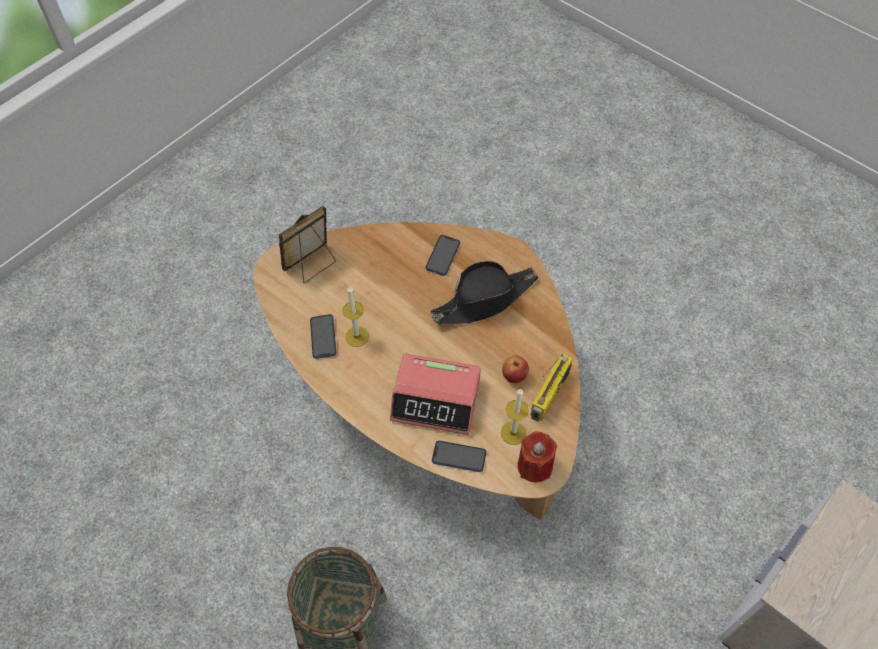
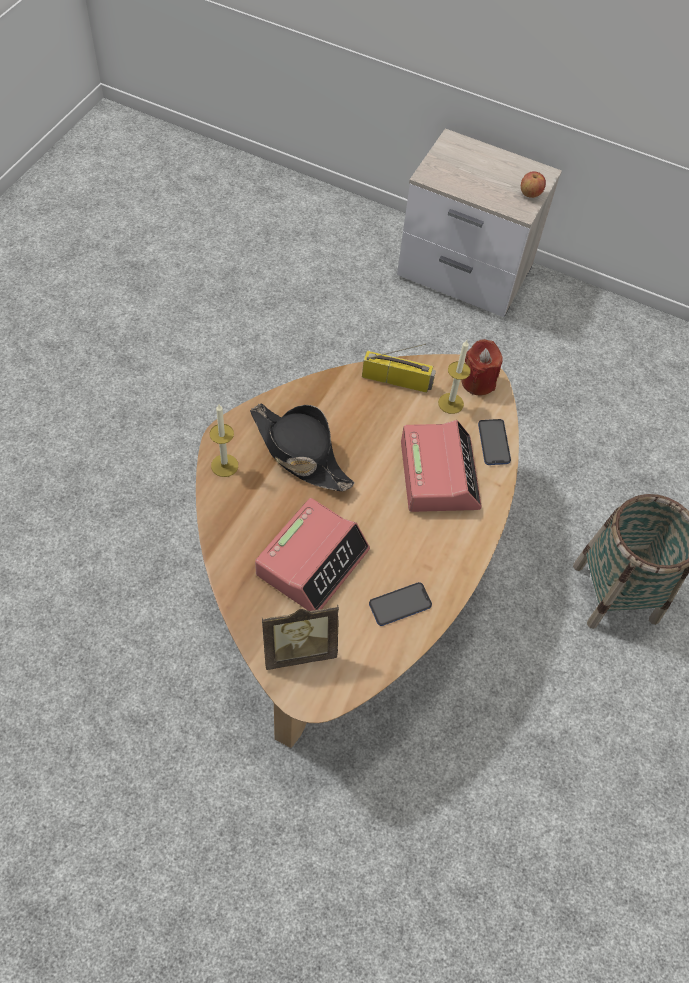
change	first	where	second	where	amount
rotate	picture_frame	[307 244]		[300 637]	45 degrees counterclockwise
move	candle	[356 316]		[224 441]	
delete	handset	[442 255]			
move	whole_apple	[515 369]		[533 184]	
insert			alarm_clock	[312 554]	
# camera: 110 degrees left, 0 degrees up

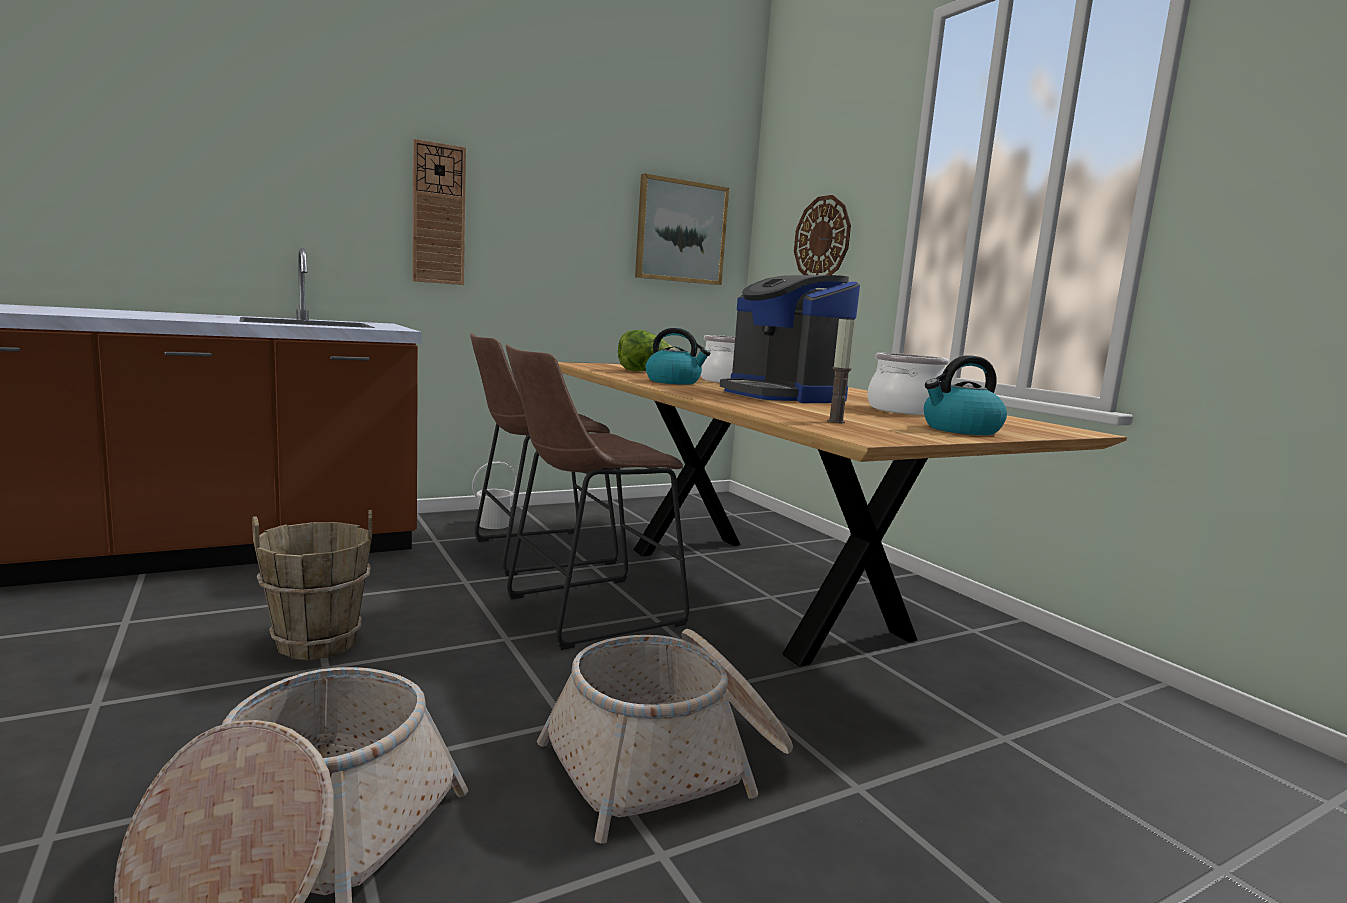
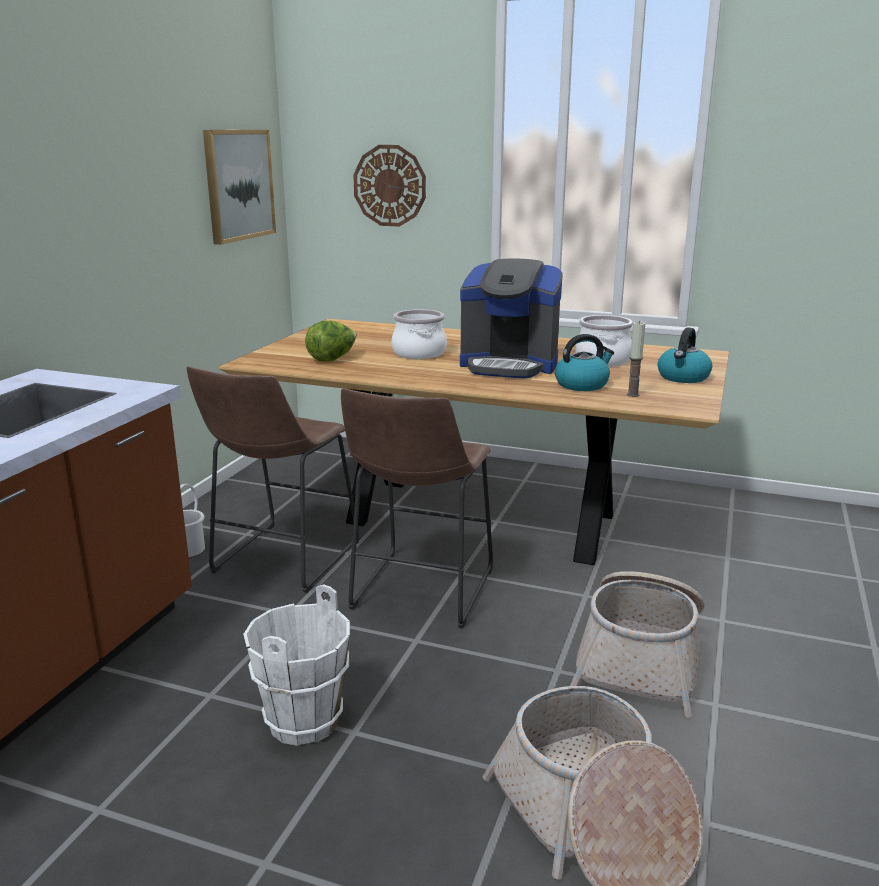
change	first	where	second	where	amount
recolor	brownish_bucket	[312 585]	whitish_bucket	[296 665]	
delete	wall_clock	[439 212]			
move	kettle	[678 356]		[584 362]	
# camera: 40 degrees left, 10 degrees up

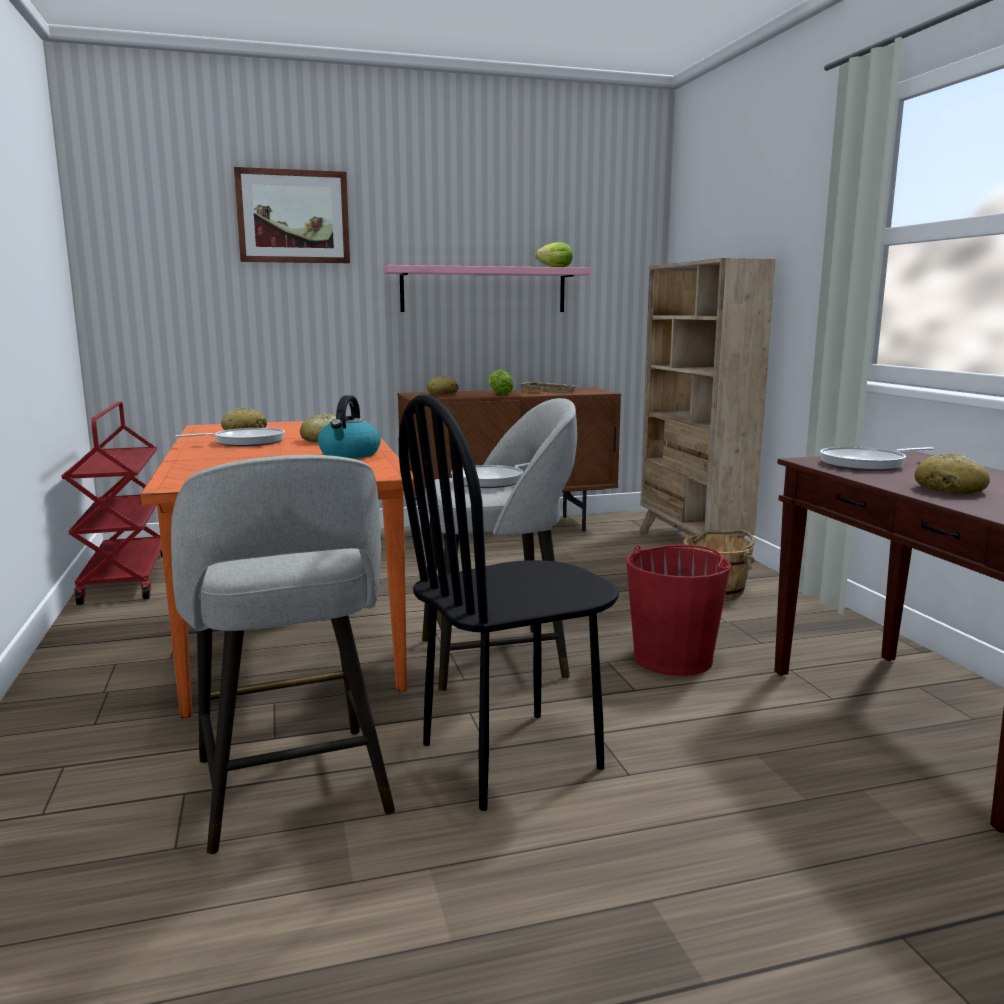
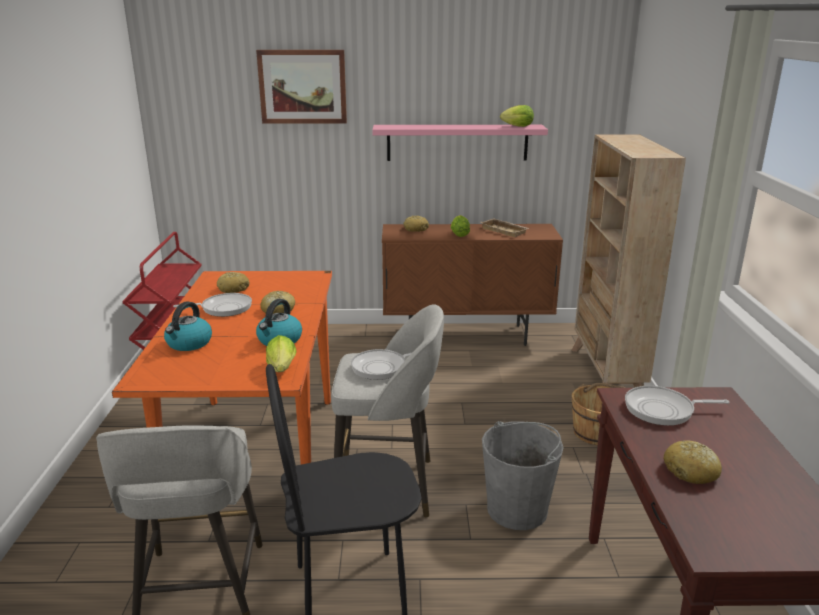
change	first	where	second	where	amount
recolor	reddish_bucket	[678 610]	greyish_bucket	[523 475]	
insert			kettle	[188 326]	
insert			head_of_lettuce	[281 353]	
# camera: 15 degrees right, 10 degrees up

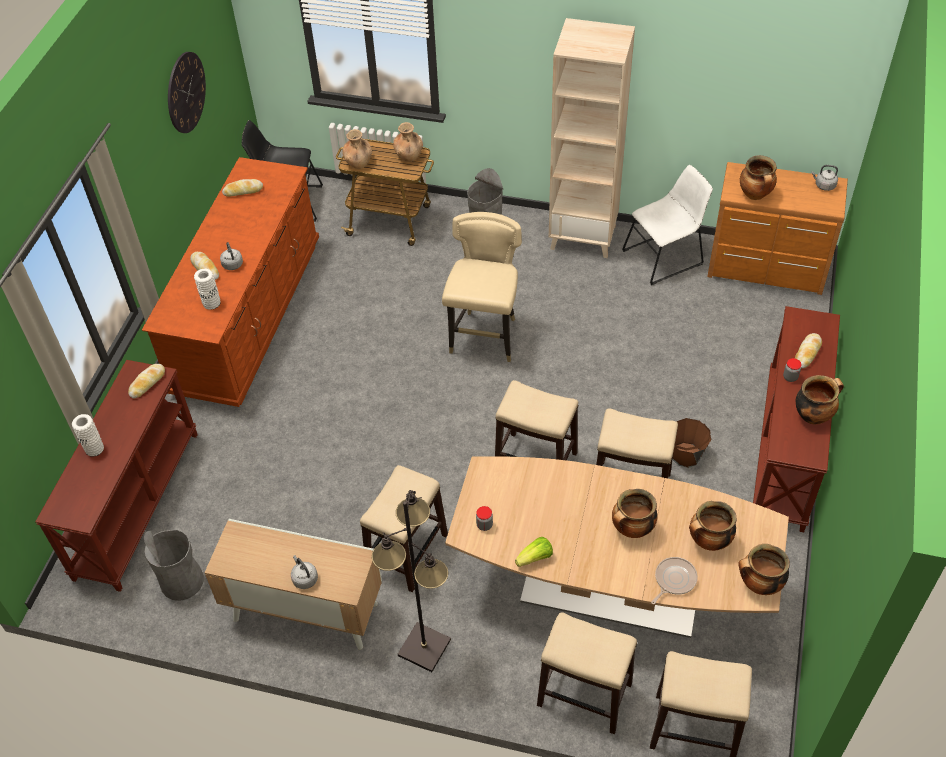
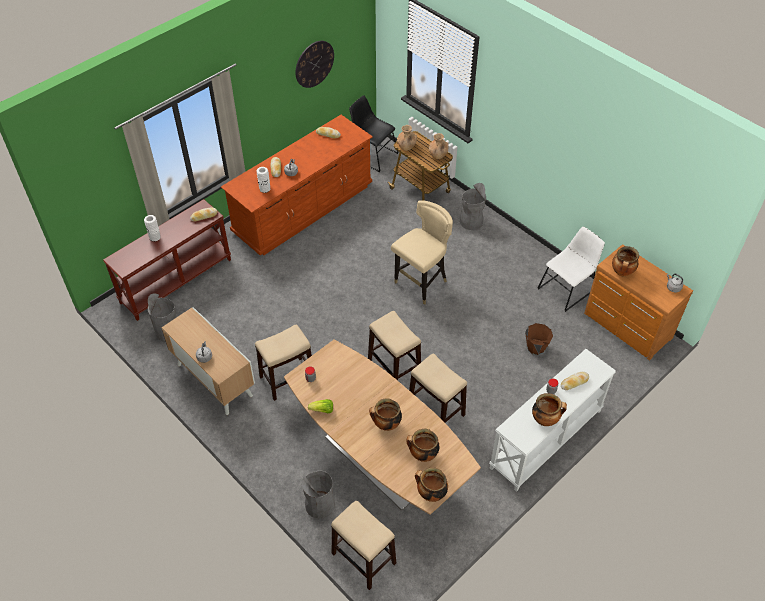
change	first	where	second	where	amount
delete	black-coloured_standard_lamp	[411 581]			
replace	stool	[587 673]	greyish_trash_can	[318 494]	
delete	beige_bookcase	[592 138]			
rotate	whitish_plain_chair	[667 225]		[571 269]	45 degrees counterclockwise
delete	frying_pan	[674 580]			
move	brownish_bucket	[692 443]		[539 339]	
recolor	brownish_hall_table	[796 419]	whitish_hall_table	[552 420]	
# camera: 30 degrees right, 0 degrees up

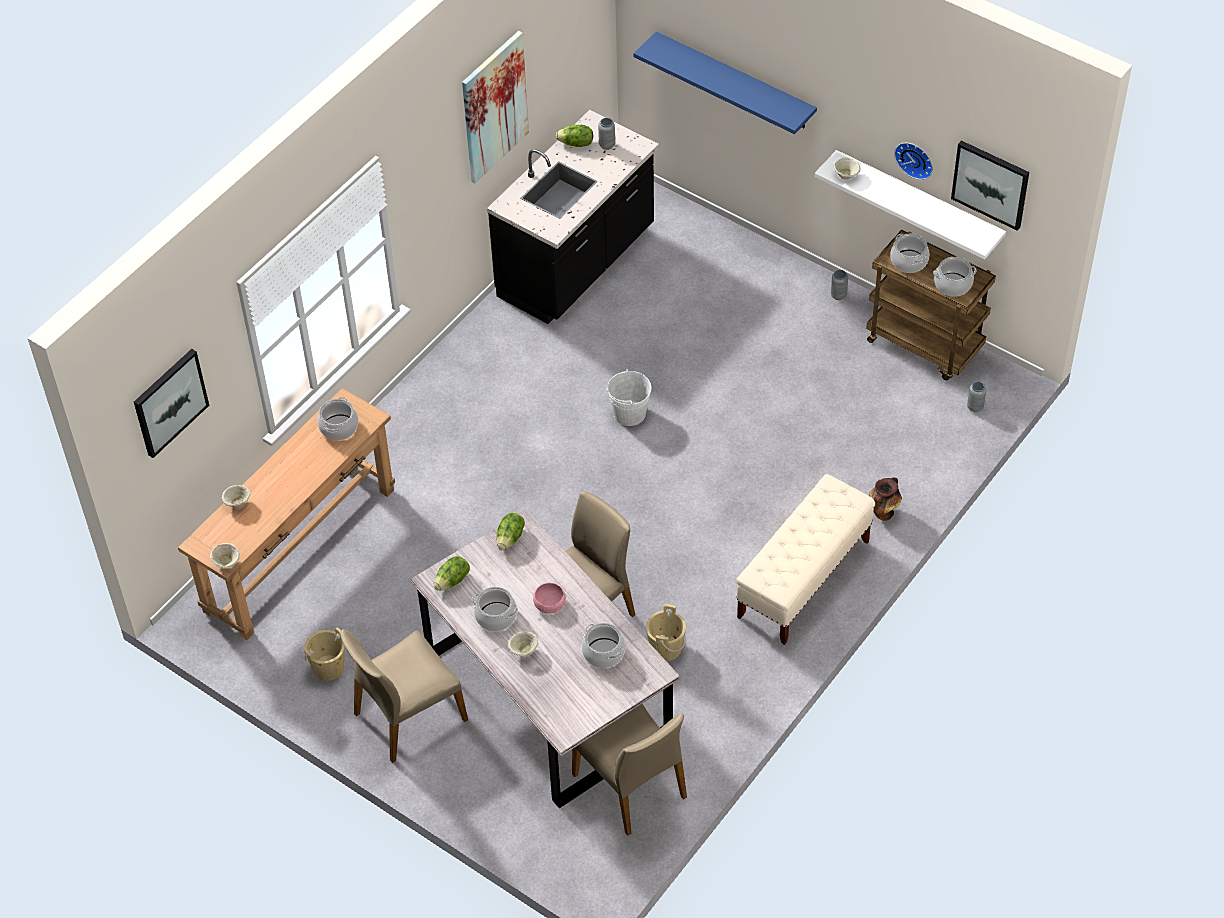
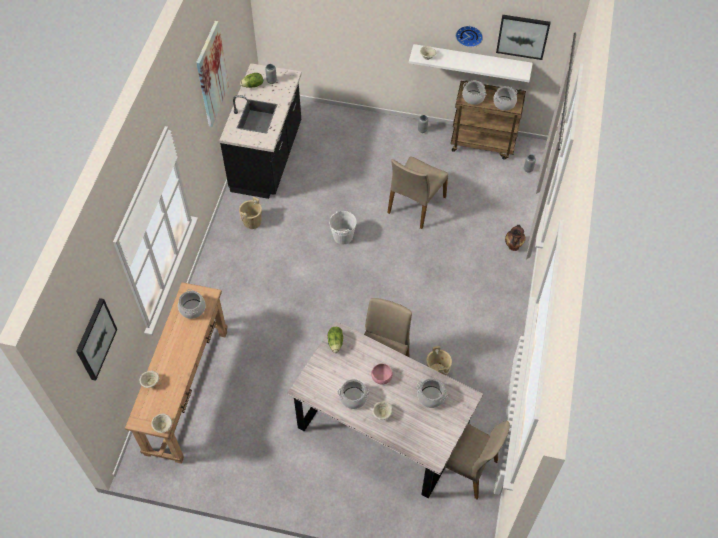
change	first	where	second	where	amount
move	beige_bucket	[324 654]		[250 213]	
move	beige_plain_chair	[404 696]		[417 192]	
delete	head_of_lettuce	[452 573]			
delete	bluish_shelf	[725 83]			
delete	beige_long_seat	[805 559]			
# camera: 25 degrees left, 5 degrees up

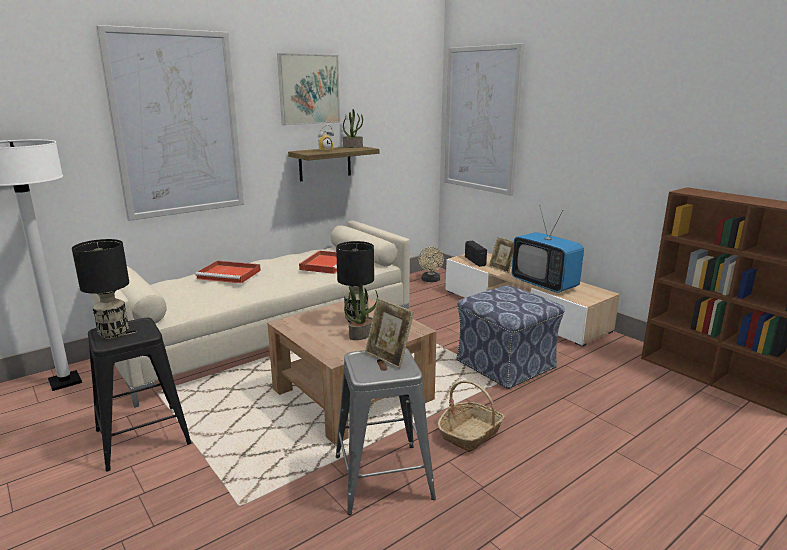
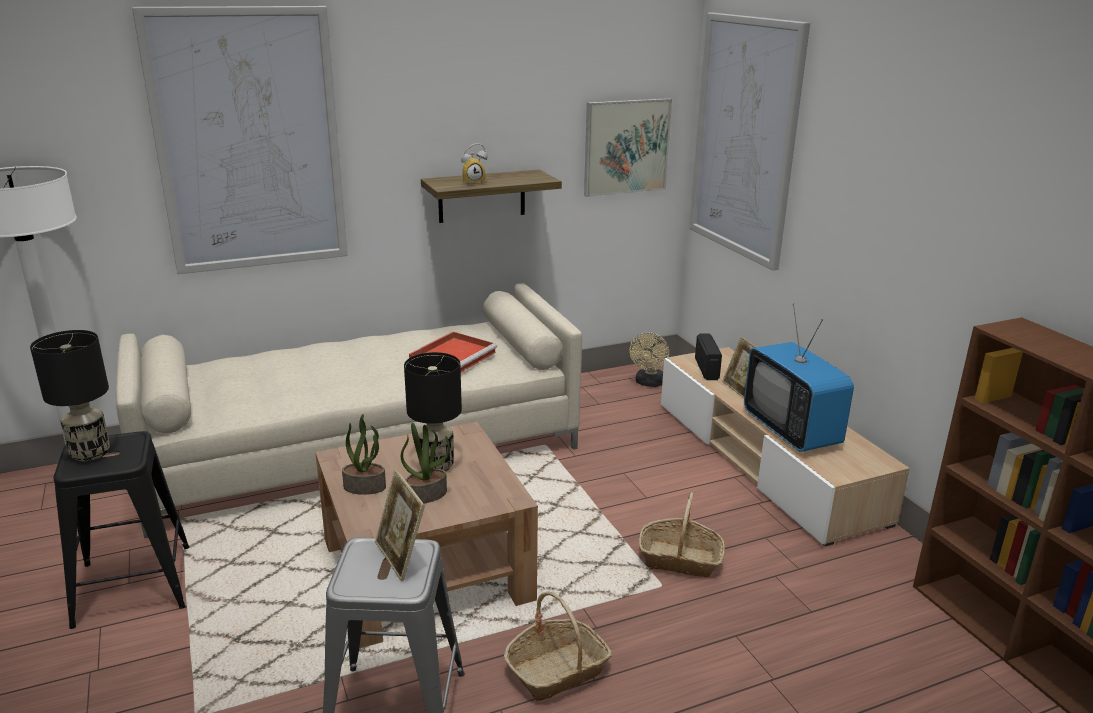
change	first	where	second	where	amount
delete	reddish_carrying_tray	[228 272]			
move	picture	[308 89]		[628 147]	
move	houseplant	[353 128]		[364 454]	
replace	ottoman	[510 337]	household_basket	[682 534]	
# camera: 15 degrees right, 5 degrees up

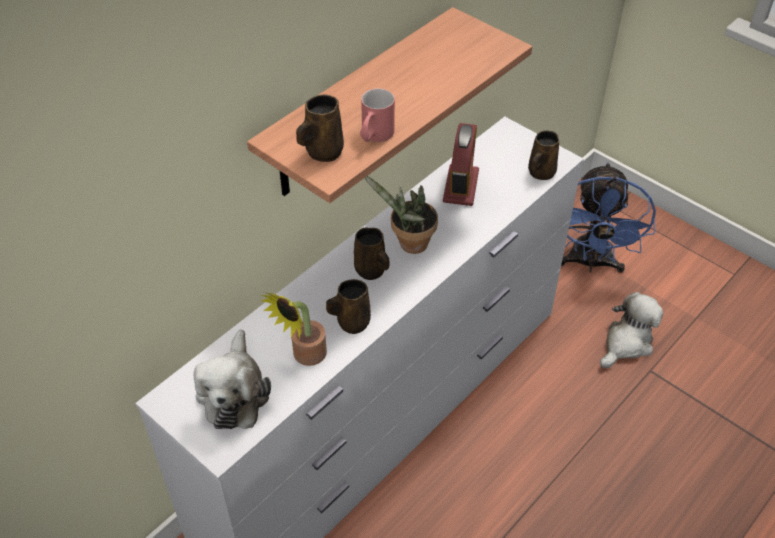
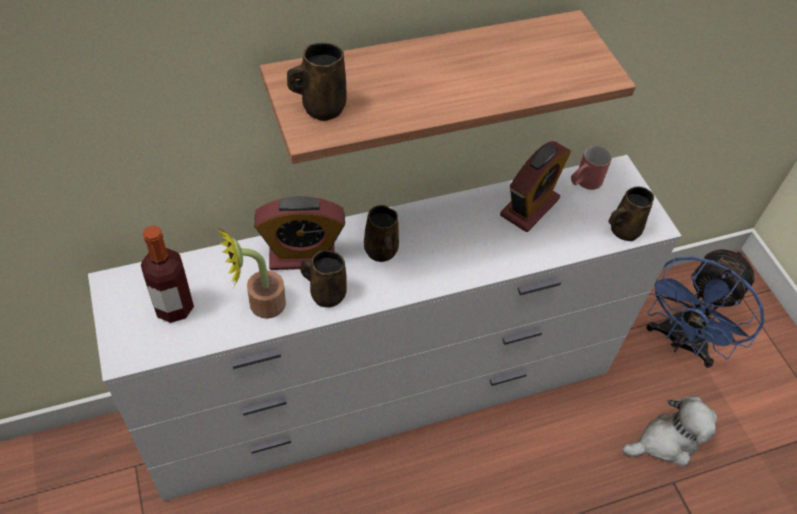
change	first	where	second	where	amount
replace	plush_toy	[232 379]	beverage_bottle	[167 274]	
move	reddish_tea_mug	[377 115]		[591 168]	
delete	houseplant	[401 215]			
insert			alarm_clock	[299 233]	
# camera: 25 degrees right, 5 degrees up

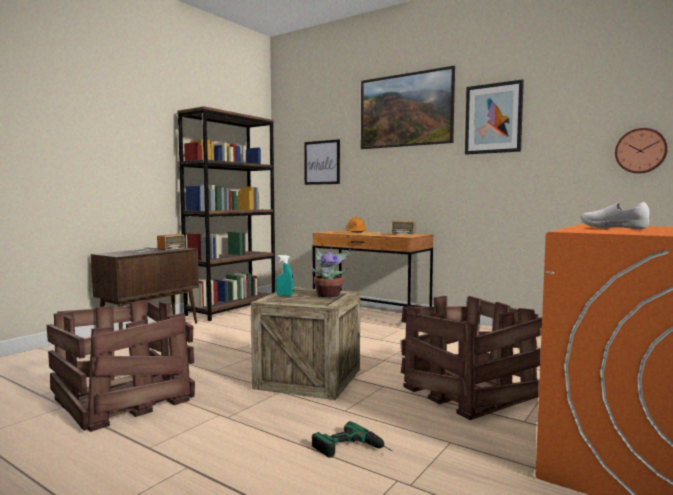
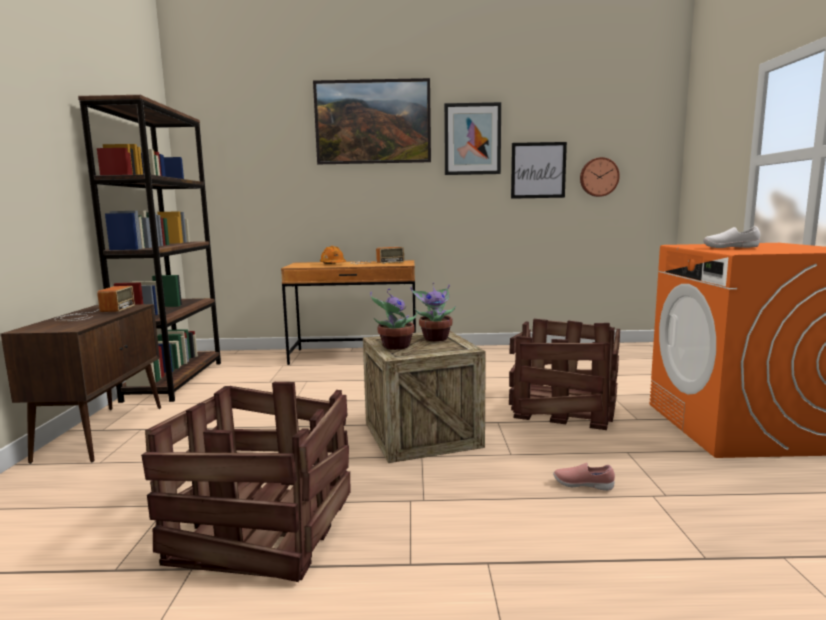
change	first	where	second	where	amount
replace	blue-green_sprayer	[285 275]	houseplant	[394 319]	
move	picture	[322 162]		[539 170]	
replace	drill	[352 439]	pink_item_of_footwear	[584 477]	
# camera: 35 degrees left, 5 degrees up

